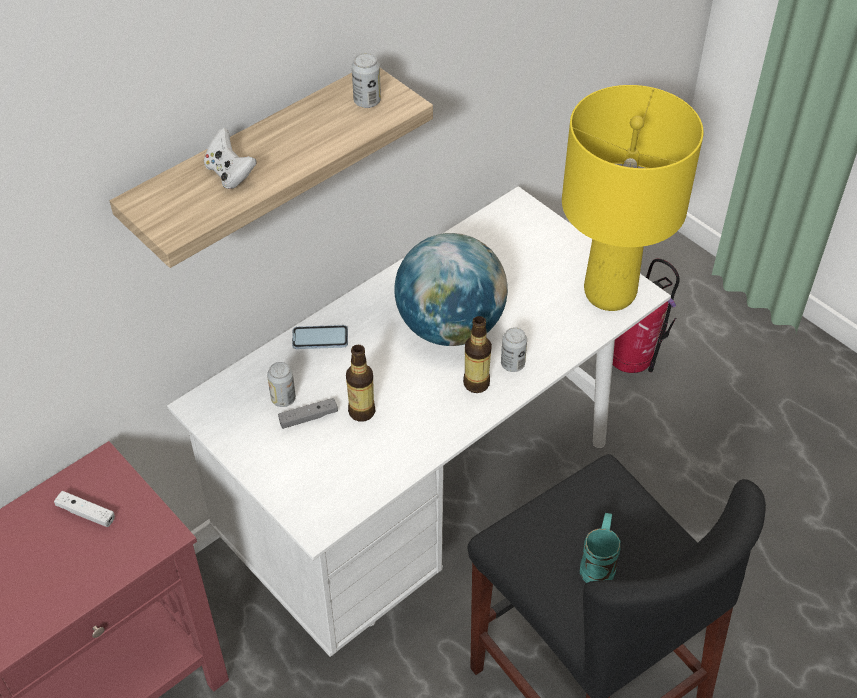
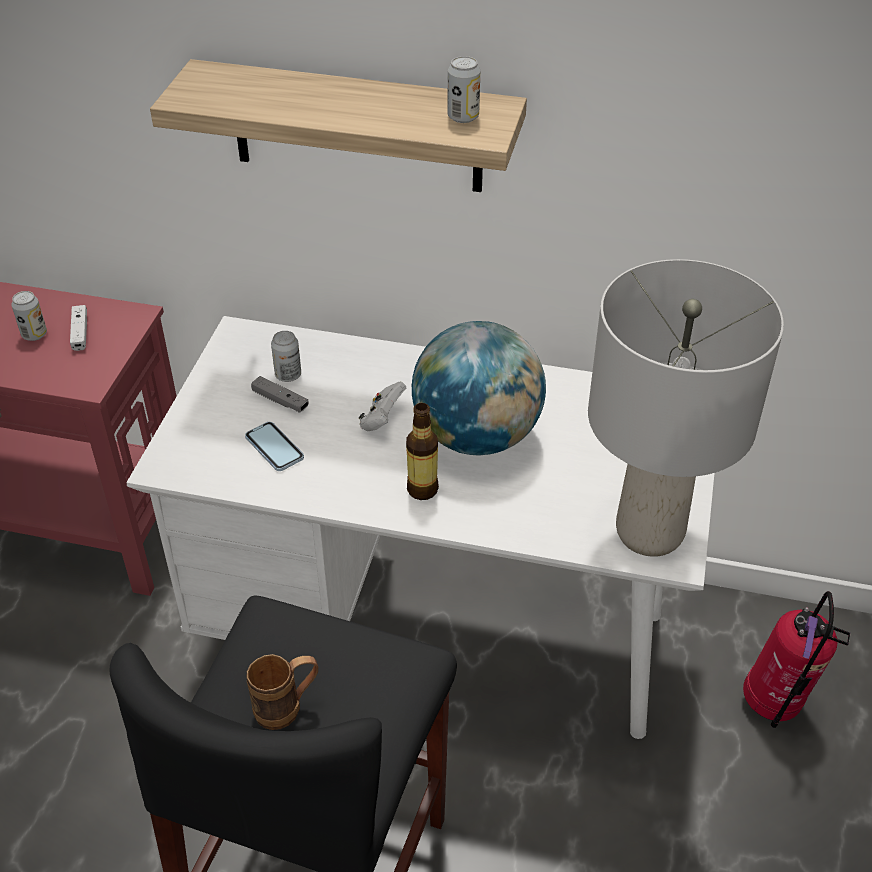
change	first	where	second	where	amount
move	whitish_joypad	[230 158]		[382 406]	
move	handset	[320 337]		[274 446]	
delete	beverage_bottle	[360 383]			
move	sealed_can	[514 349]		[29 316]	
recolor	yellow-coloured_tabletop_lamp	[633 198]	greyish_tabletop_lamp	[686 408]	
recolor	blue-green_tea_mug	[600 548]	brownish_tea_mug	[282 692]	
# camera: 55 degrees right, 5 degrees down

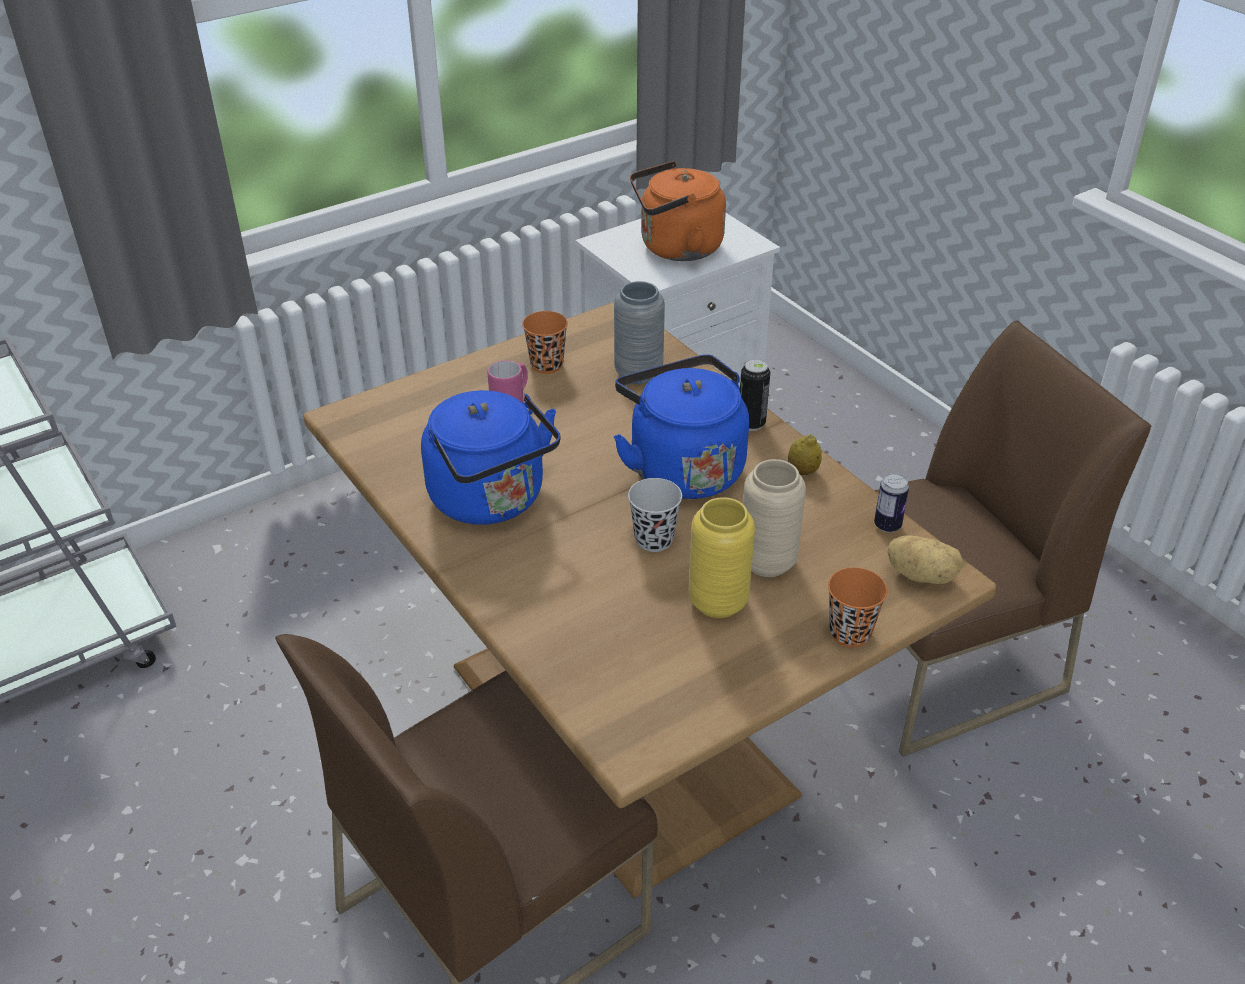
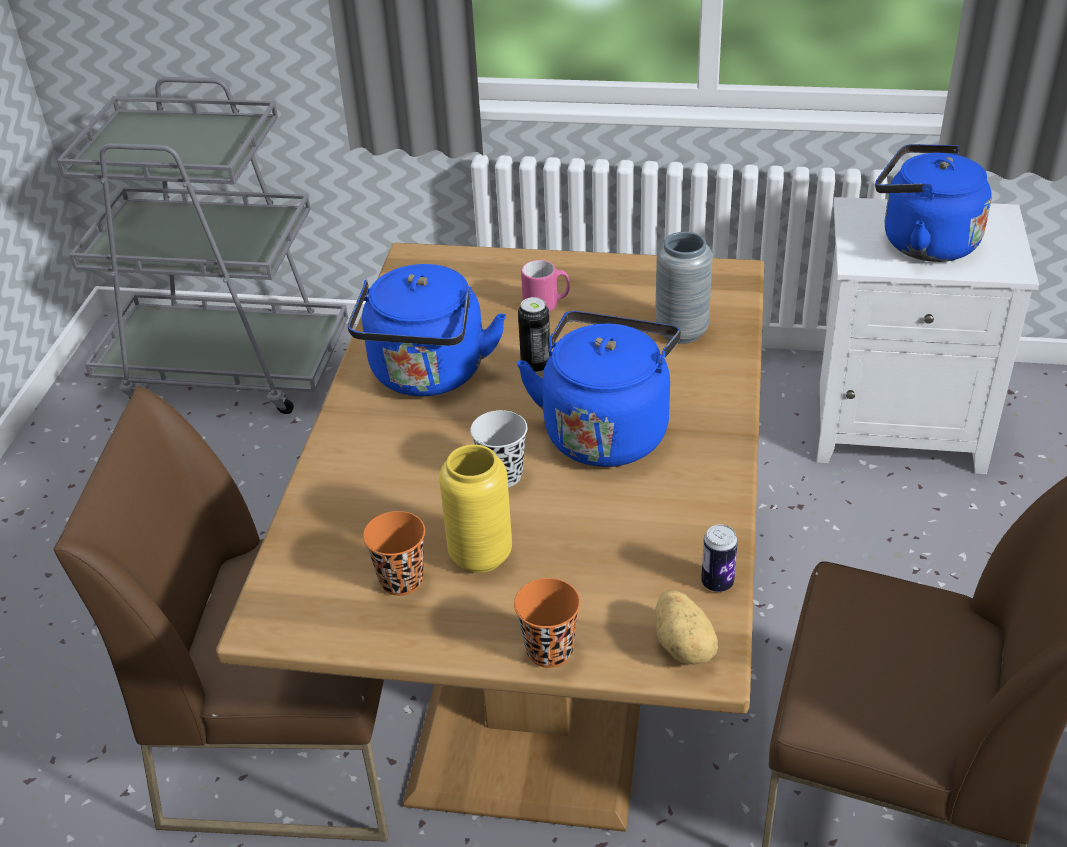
change	first	where	second	where	amount
move	orangey_cup	[545 342]		[394 553]	
recolor	orangey_kettle	[678 211]	bluish_kettle	[933 203]	
move	sealed_can	[755 395]		[534 335]	
delete	beige_vase	[774 518]			
delete	citrus_fruit	[805 455]			
# camera: 45 degrees right, 0 degrees up

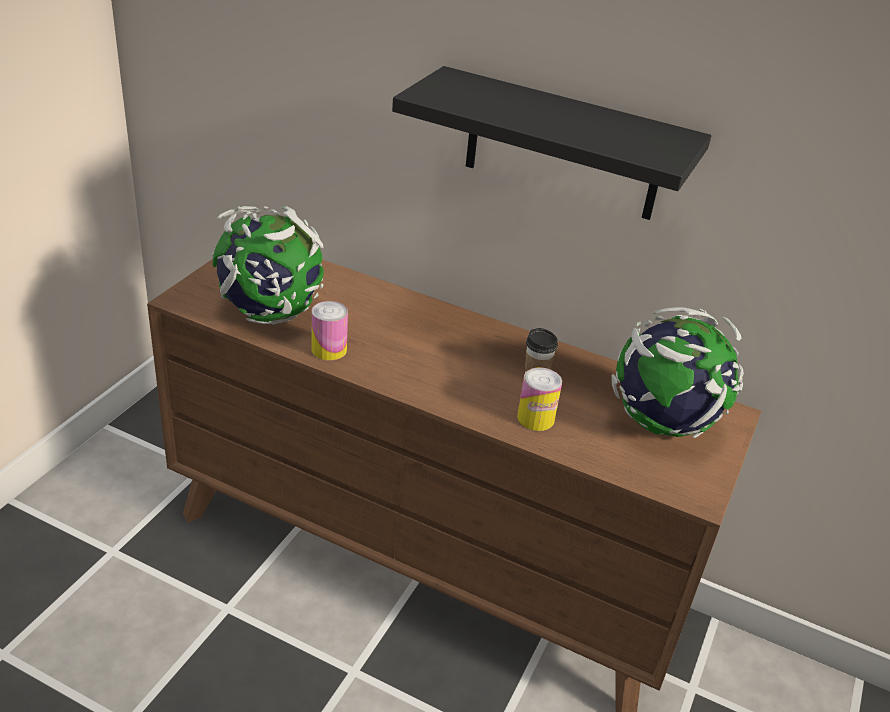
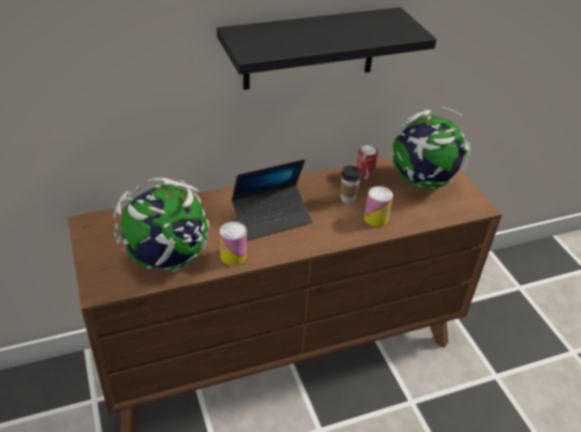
change	first	where	second	where	amount
insert			notebook_computer	[272 199]	
insert			sealed_can	[367 162]	
# camera: 45 degrees left, 5 degrees up

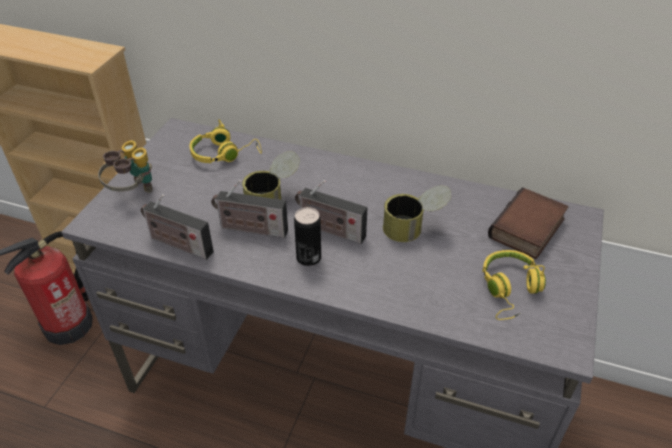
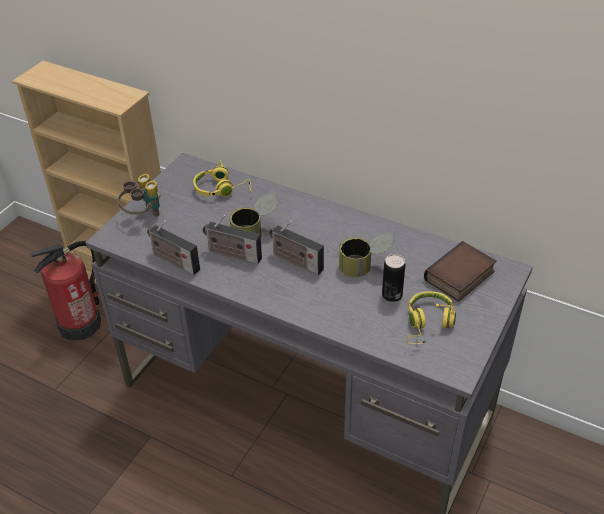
change	first	where	second	where	amount
move	sealed_can	[307 236]		[393 278]	
# camera: 10 degrees right, 0 degrees up

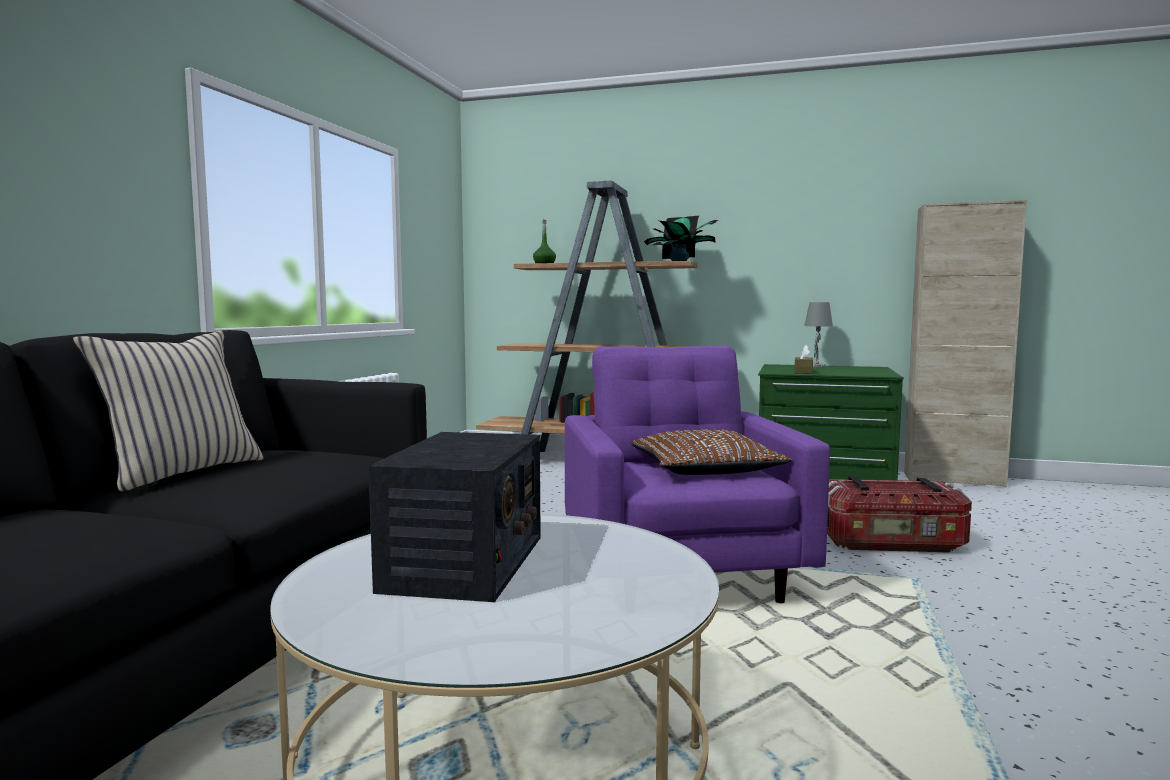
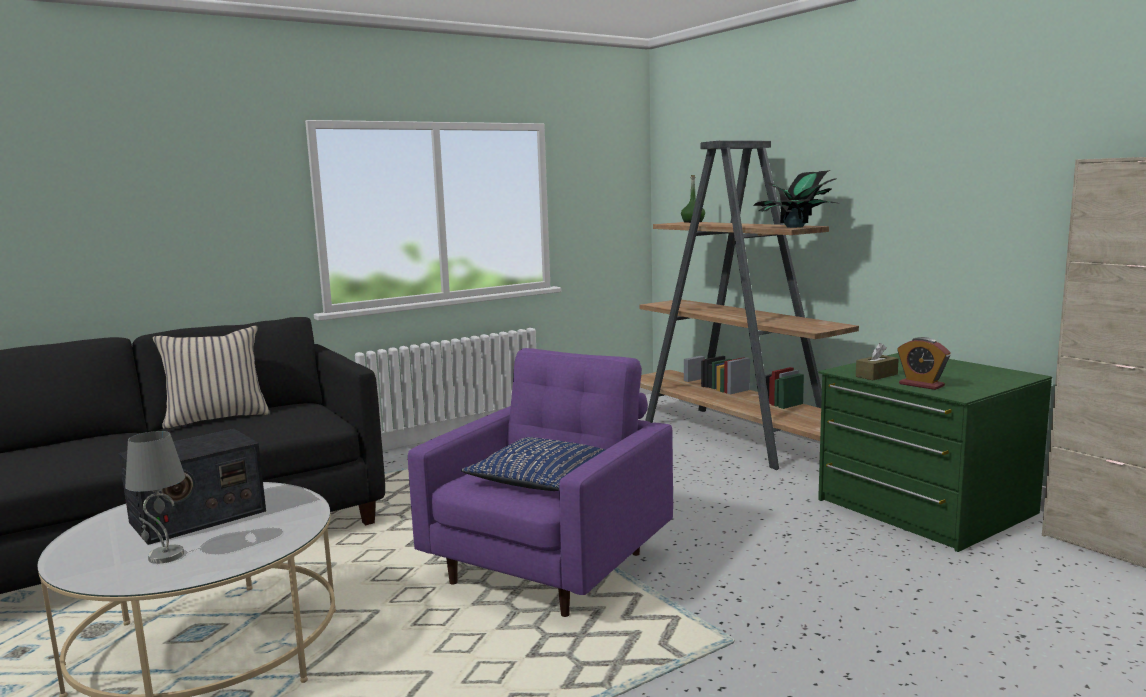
change	first	where	second	where	amount
recolor	brownish_throw_pillow	[711 452]	bluish_throw_pillow	[533 464]	
move	greyish_tabletop_lamp	[818 334]		[155 497]	
delete	storage_bin	[899 514]			
insert			alarm_clock	[924 363]	
# camera: 40 degrees right, 5 degrees up

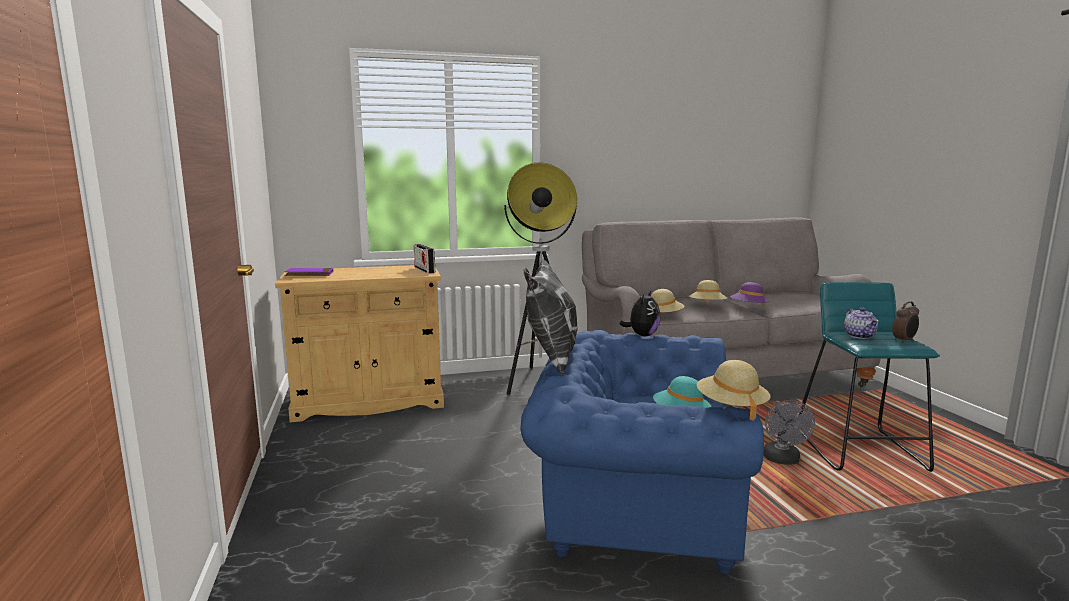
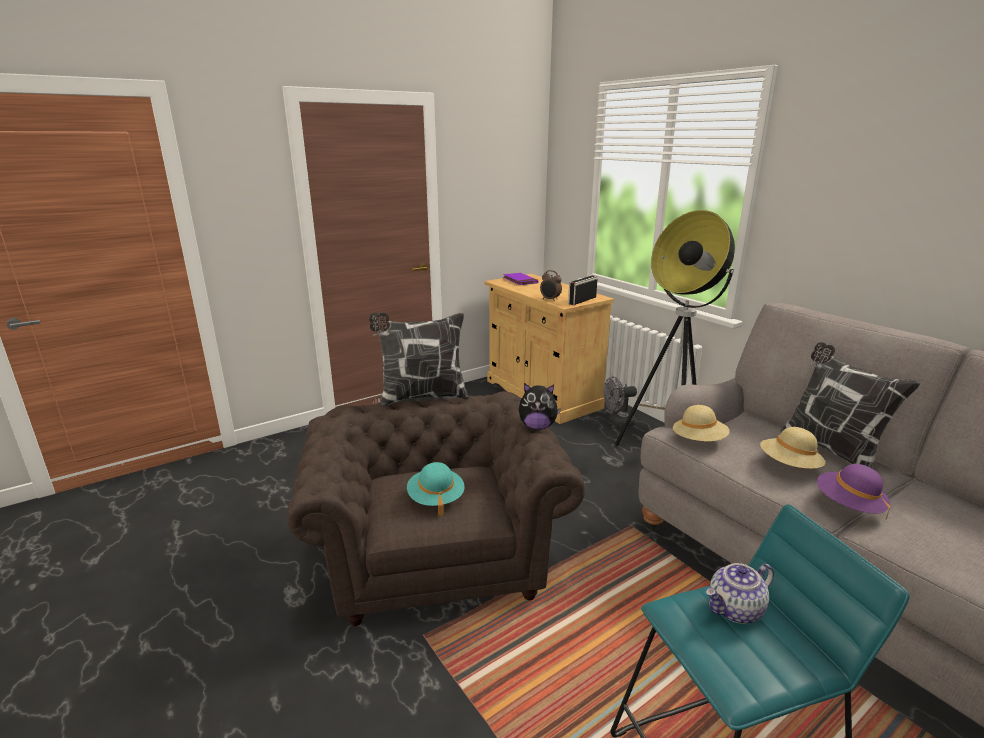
change	first	where	second	where	amount
recolor	bluish_easy_chair	[642 452]	brownish_easy_chair	[436 508]	
delete	beige_wearable_hat	[734 390]			
move	greyish_cooling_fan	[789 432]		[620 401]	
move	alarm_clock	[905 322]		[551 285]	
insert			throw_pillow	[850 405]	
# camera: 70 degrees right, 10 degrees up

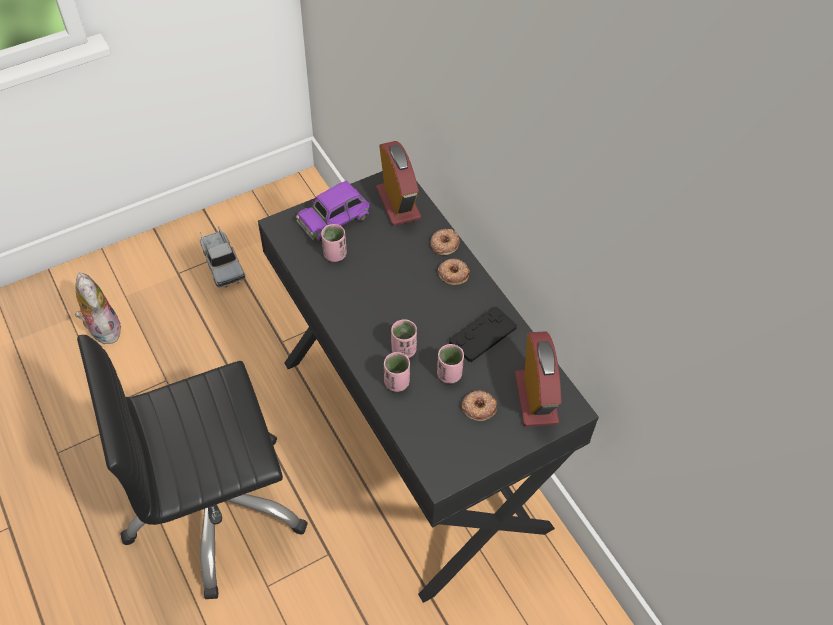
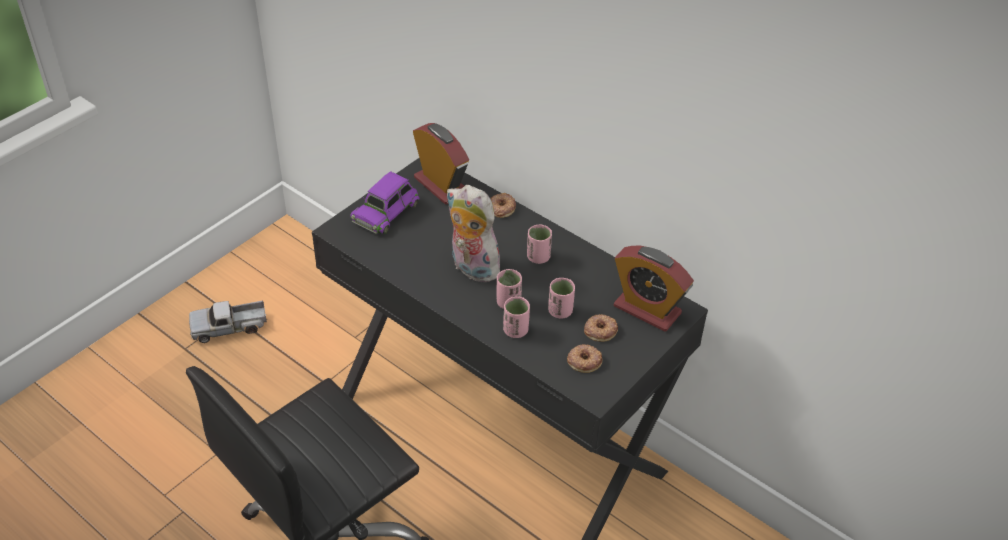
change	first	where	second	where	amount
move	plush_toy	[98 308]		[473 234]	
rotate	model_truck	[222 257]		[228 321]	120 degrees clockwise
move	pink_cup	[334 243]		[539 244]	
move	donut	[454 271]		[584 358]	
delete	black-coloured_joypad	[483 334]			
rotate	alarm_clock	[538 379]		[654 289]	150 degrees clockwise
# camera: 20 degrees left, 10 degrees down

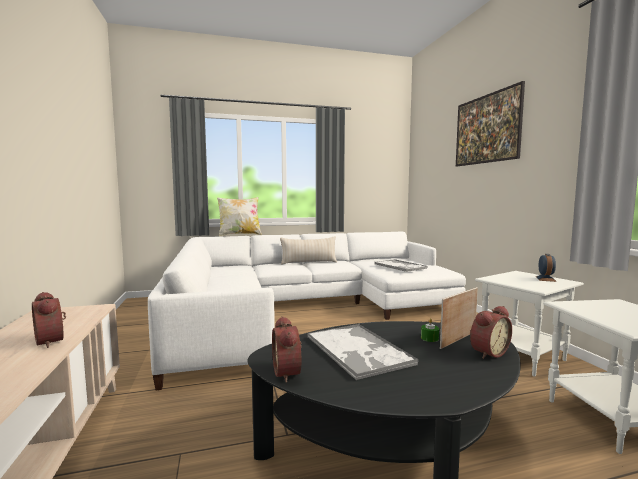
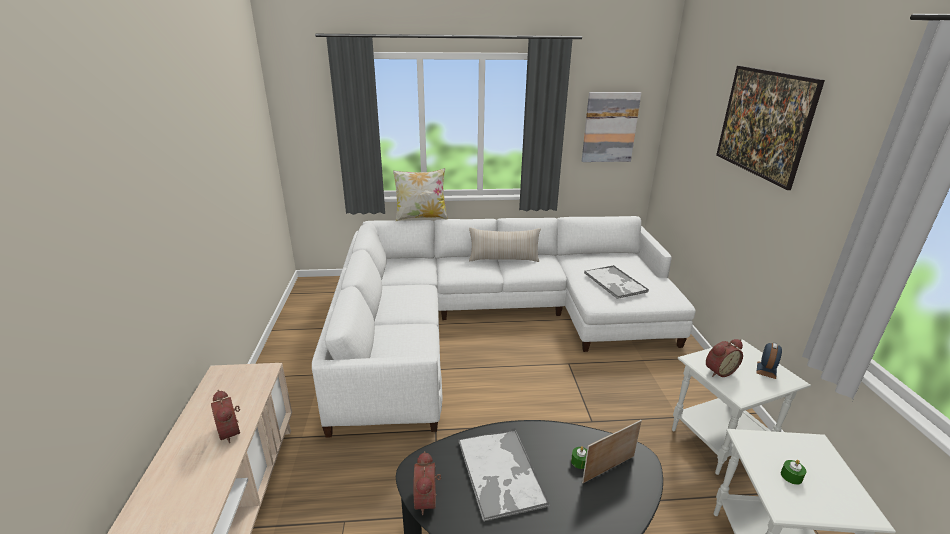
change	first	where	second	where	amount
move	alarm_clock	[491 332]		[724 358]	
insert			picture	[611 127]	
insert			green-coloured_candle	[793 472]	
# camera: 10 degrees right, 20 degrees up

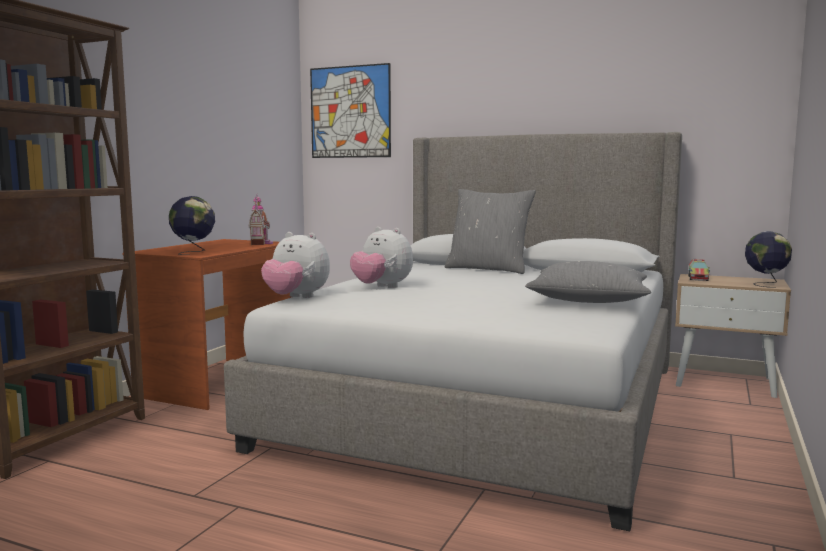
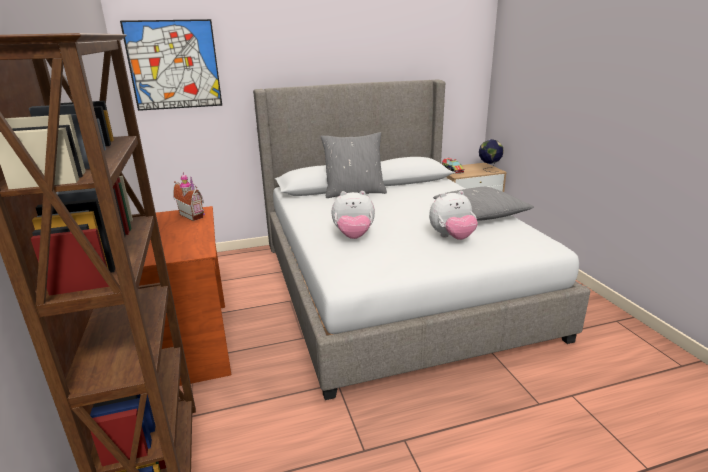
change	first	where	second	where	amount
delete	world_globe	[192 225]			
move	plush_toy	[295 265]		[453 215]	
# camera: 40 degrees left, 15 degrees up

